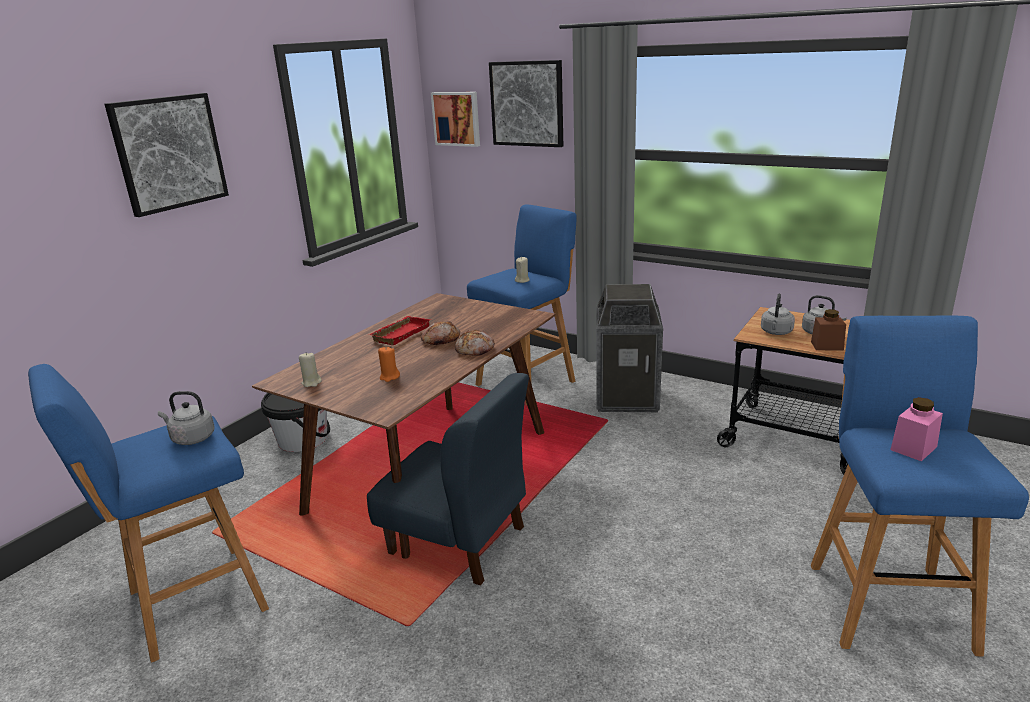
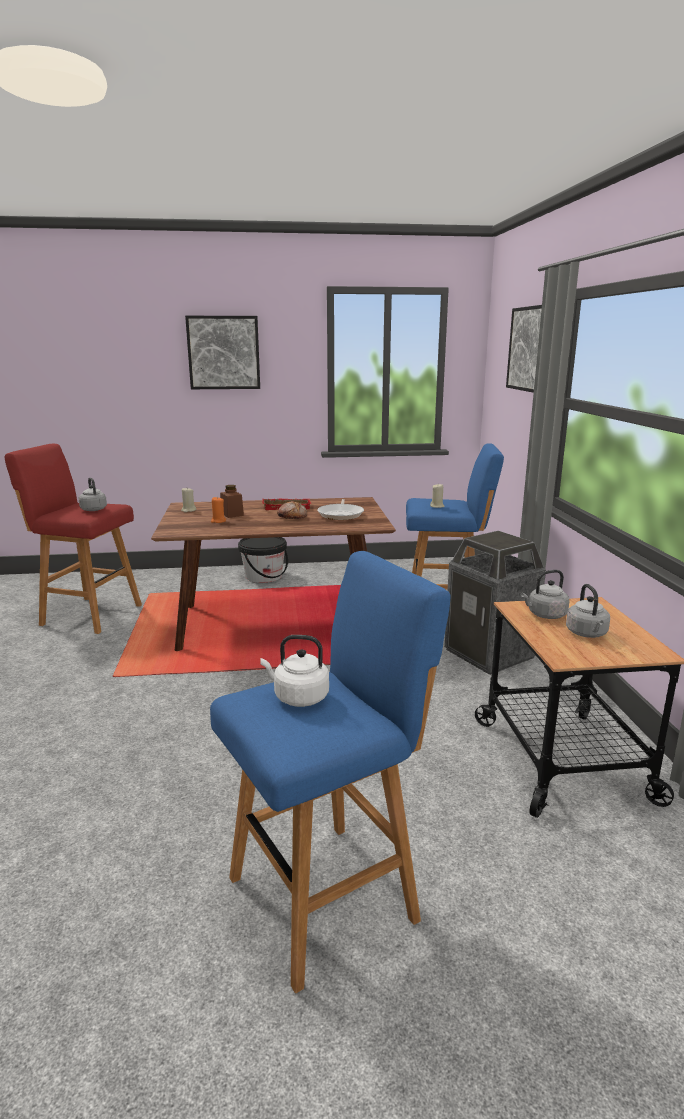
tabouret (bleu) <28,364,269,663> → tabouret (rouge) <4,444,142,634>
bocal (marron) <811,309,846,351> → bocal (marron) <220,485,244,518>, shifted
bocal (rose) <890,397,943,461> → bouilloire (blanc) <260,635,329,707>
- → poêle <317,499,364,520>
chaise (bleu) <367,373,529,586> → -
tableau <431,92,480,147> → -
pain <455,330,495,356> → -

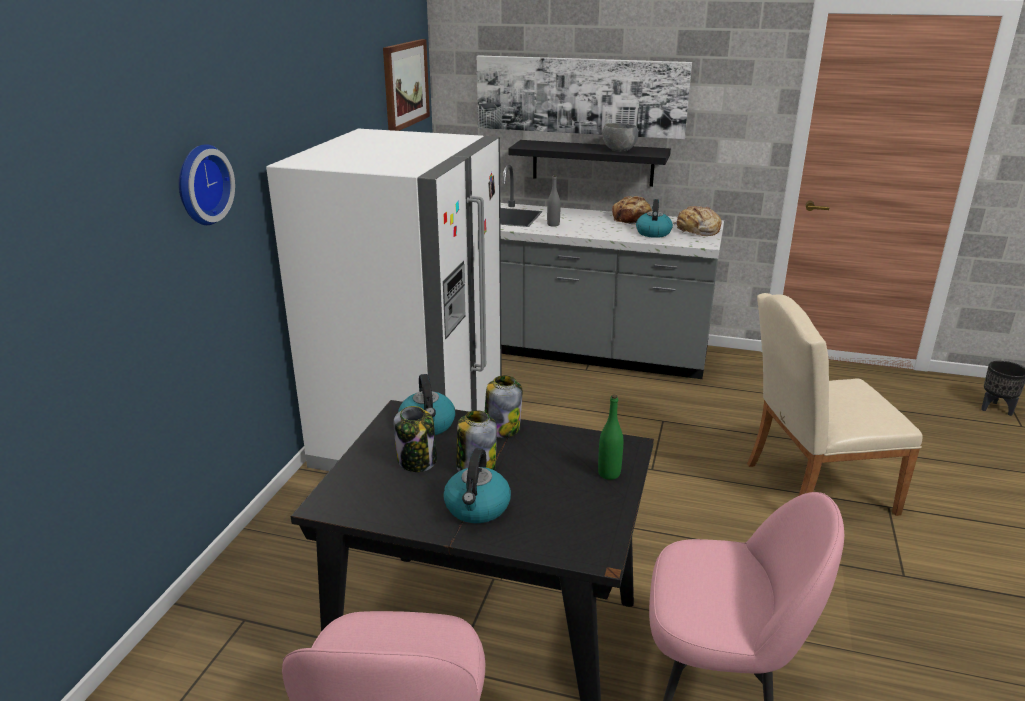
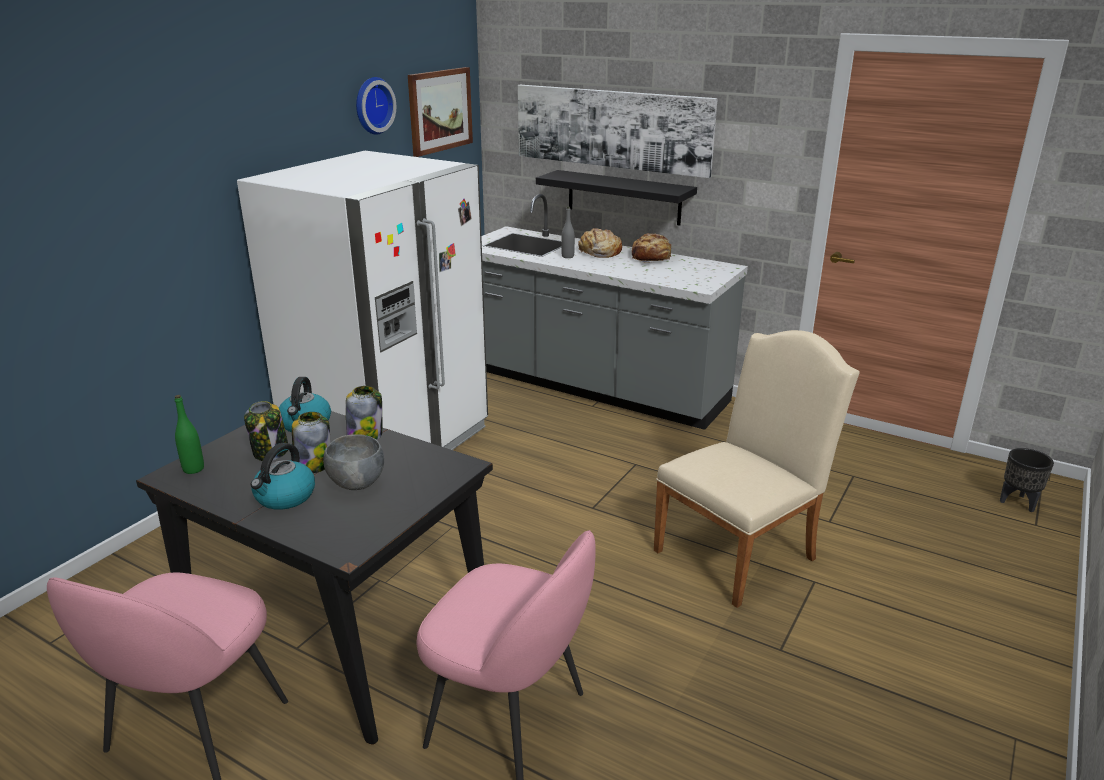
bouteille (vert) <598,394,623,480> → bouteille (vert) <175,395,204,474>, shifted
bol (gris) <602,123,638,152> → bol (gris) <323,434,384,490>, shifted
horloge murale <179,144,235,225> → horloge murale <356,77,396,135>, shifted
pain <673,206,721,236> → pain <578,228,622,258>, shifted
chaise (beige) <747,293,923,516> → chaise (beige) <654,330,860,608>, 135 degrees clockwise
bouilloire <636,199,673,238> → -

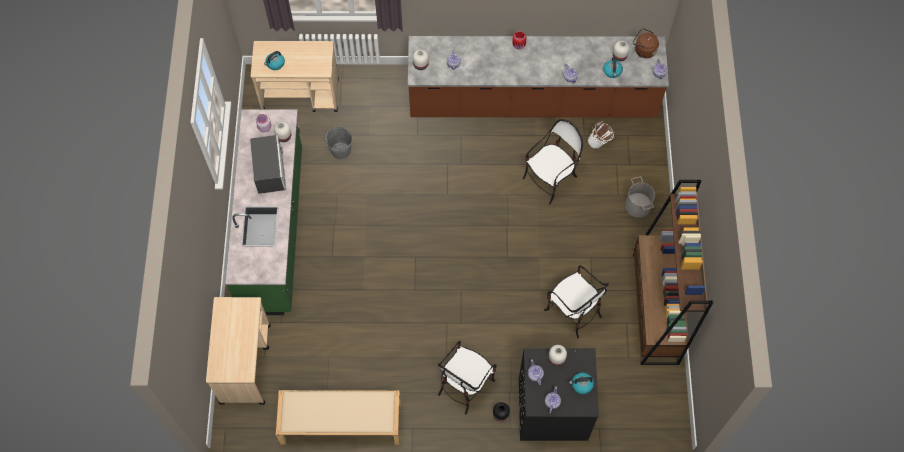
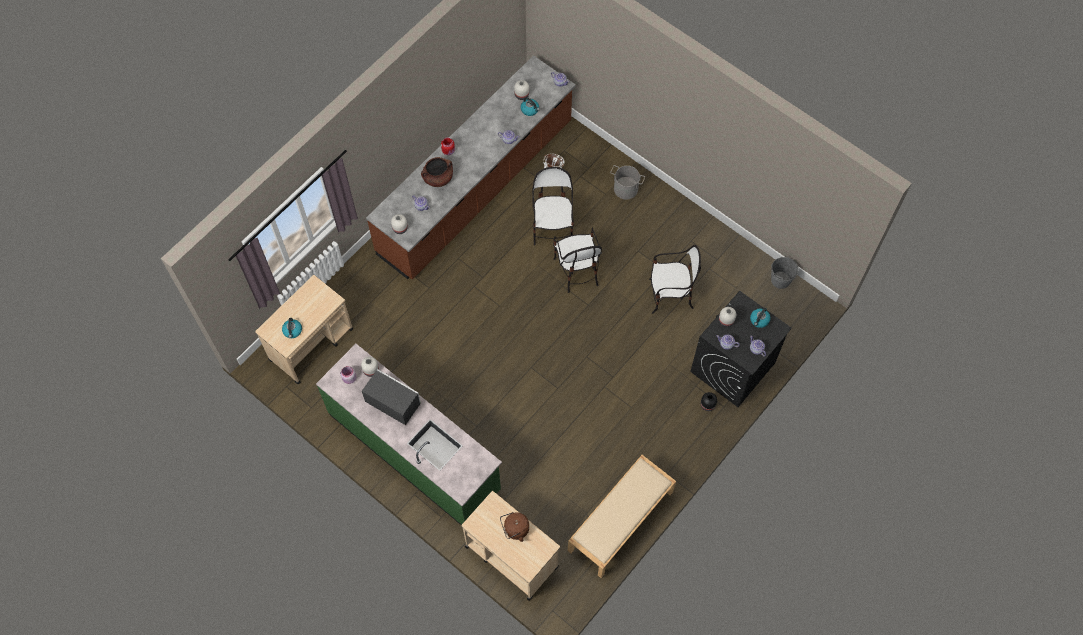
- → marmite (marron) <421,157,453,187>
bouilloire (marron) <633,28,659,58> → bouilloire (marron) <500,512,529,542>, shifted
chaise <438,341,497,414> → chaise <553,228,602,293>, shifted
seau (gris) <325,127,352,159> → seau (gris) <771,257,798,289>, shifted
bibliothèque (marron) <633,180,713,365> → -

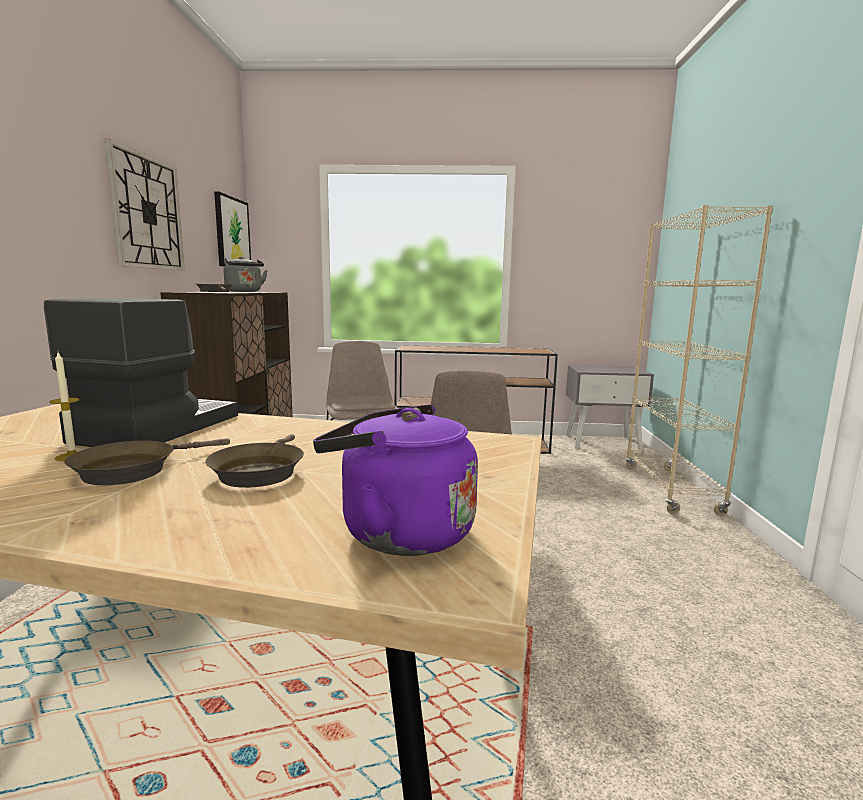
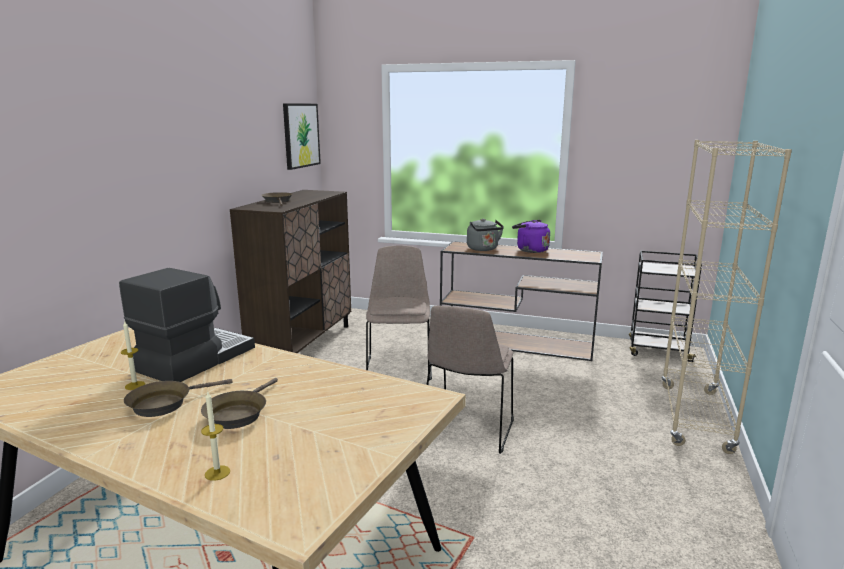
- → bougie <201,392,230,481>
bouilloire (gris) <224,256,268,292> → bouilloire (gris) <467,219,504,251>, shifted
bouilloire (violet) <313,404,478,556> → bouilloire (violet) <512,220,550,253>, shifted
table de chevet (gris) <566,365,654,451> → chariot (noir) <629,251,702,362>
horloge murale <104,139,185,271> → -

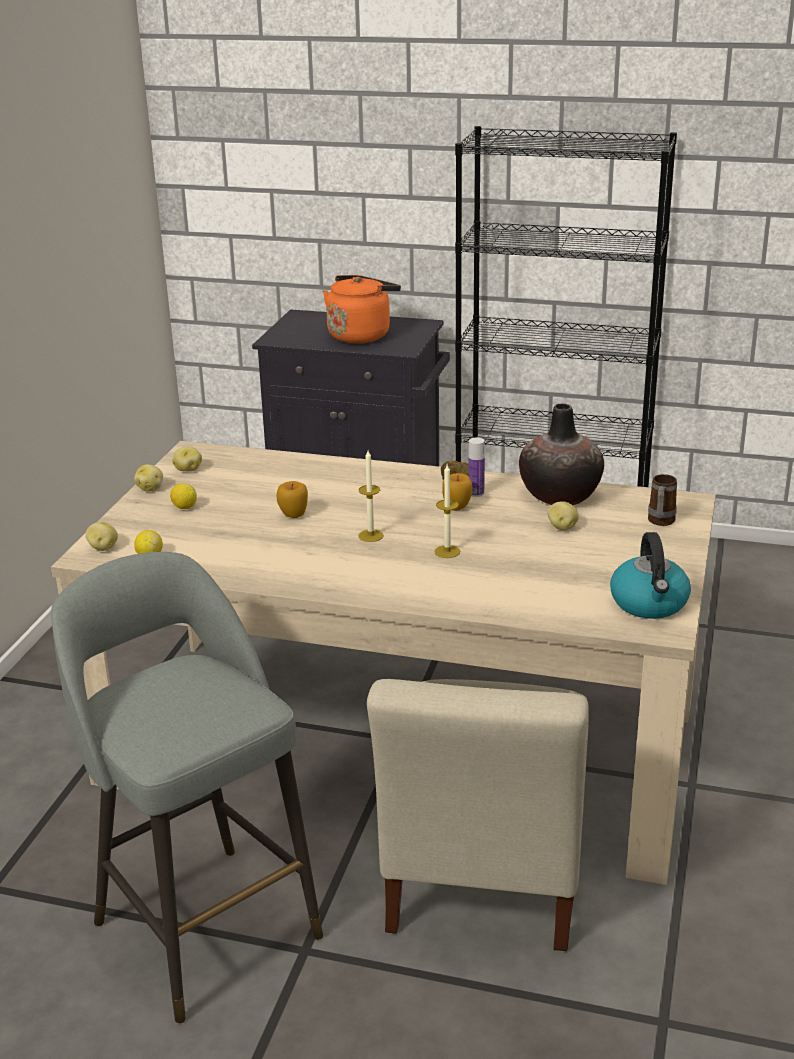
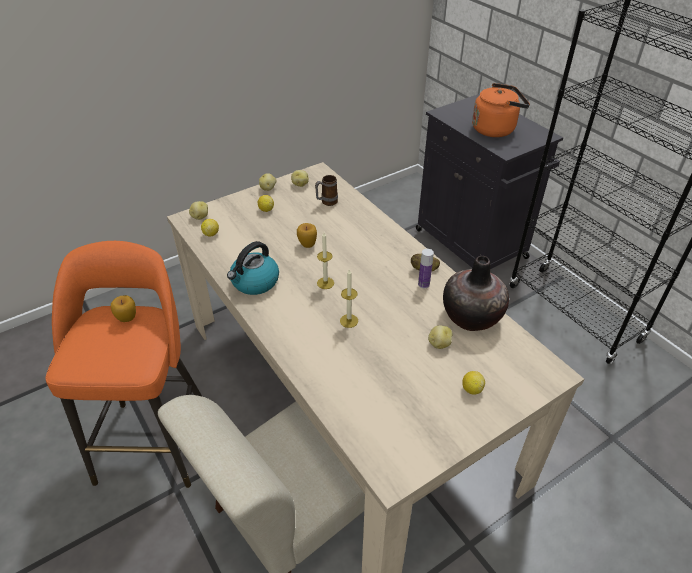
tabouret (gris) <51,552,323,1023> → tabouret (orange) <46,241,202,488>
pomme <442,473,473,511> → pomme <110,295,136,322>, shifted
bouilloire <610,532,691,619> → bouilloire <227,241,279,295>, shifted
mug <648,474,677,526> → mug <315,175,338,206>, shifted
- → citron <463,371,485,395>

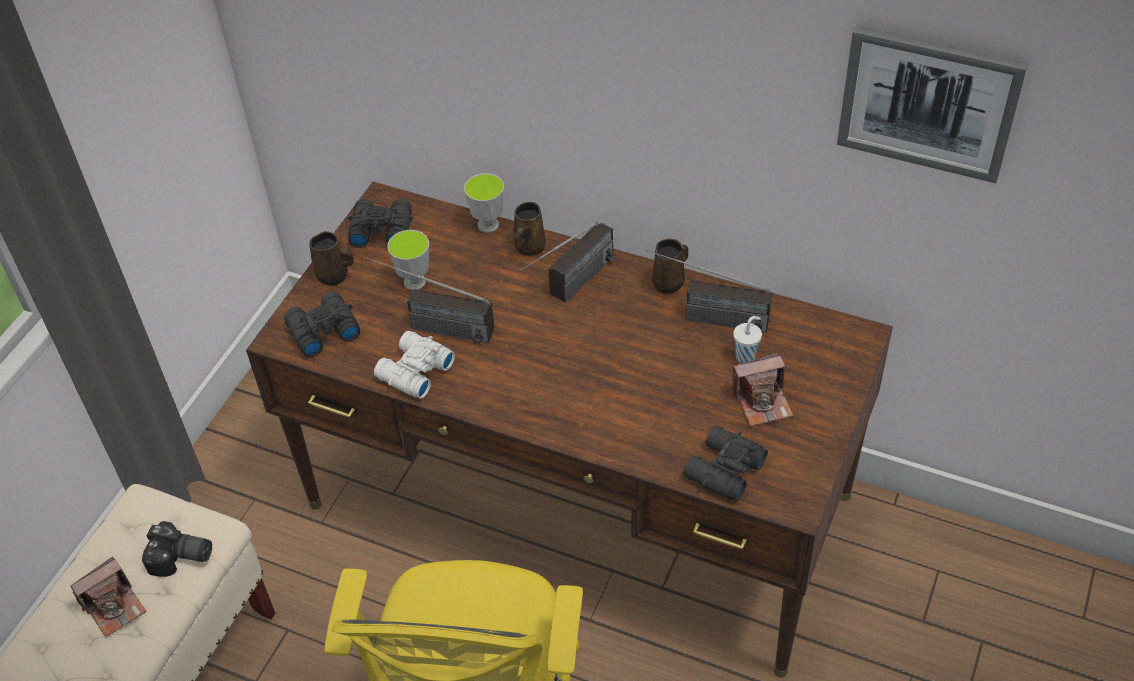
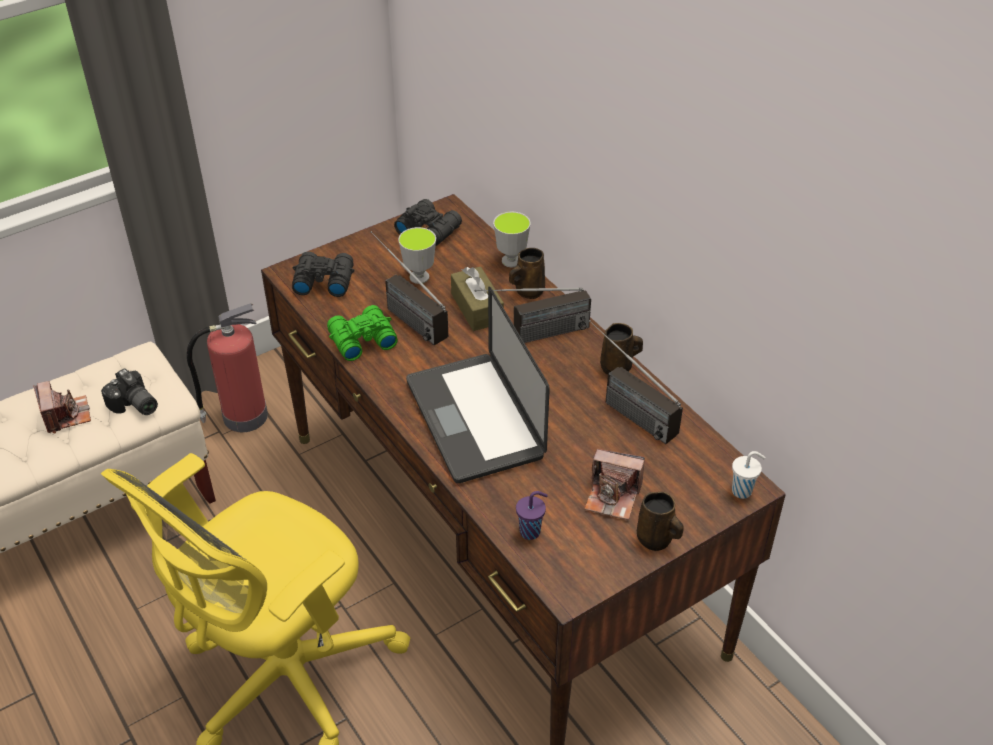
appareil photo <70,557,146,637> → appareil photo <33,381,91,433>, 105 degrees counterclockwise
- → extincteur <187,303,268,432>
jumelles (blanc) <374,331,455,399> → jumelles (vert) <327,305,398,361>
- → ordinateur portable <406,287,550,483>
- → boîte à mouchoirs (marron) <451,266,504,331>
jumelles (noir) <683,425,768,502> → tasse (violet) <516,491,548,540>
mug (marron) <310,231,354,285> → mug (marron) <637,492,684,551>, shifted
tasse (blanc) <733,316,762,363> → tasse (blanc) <732,451,766,499>, shifted
tableau <837,25,1028,183> → -

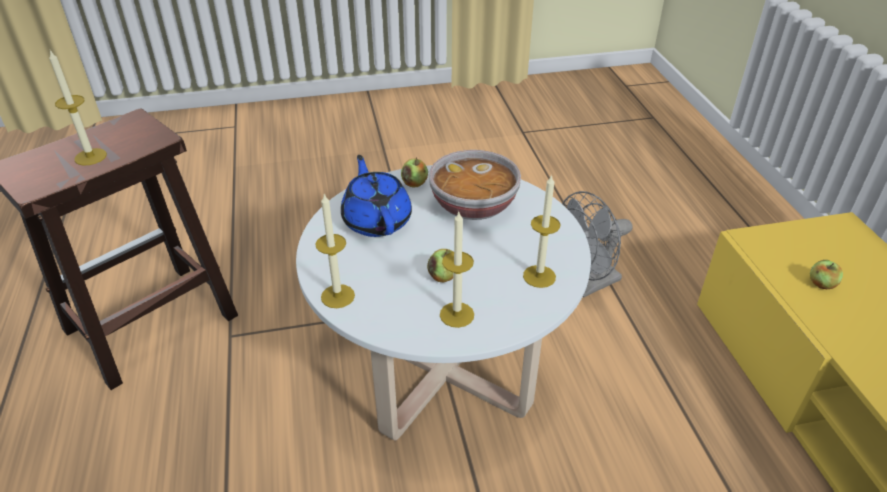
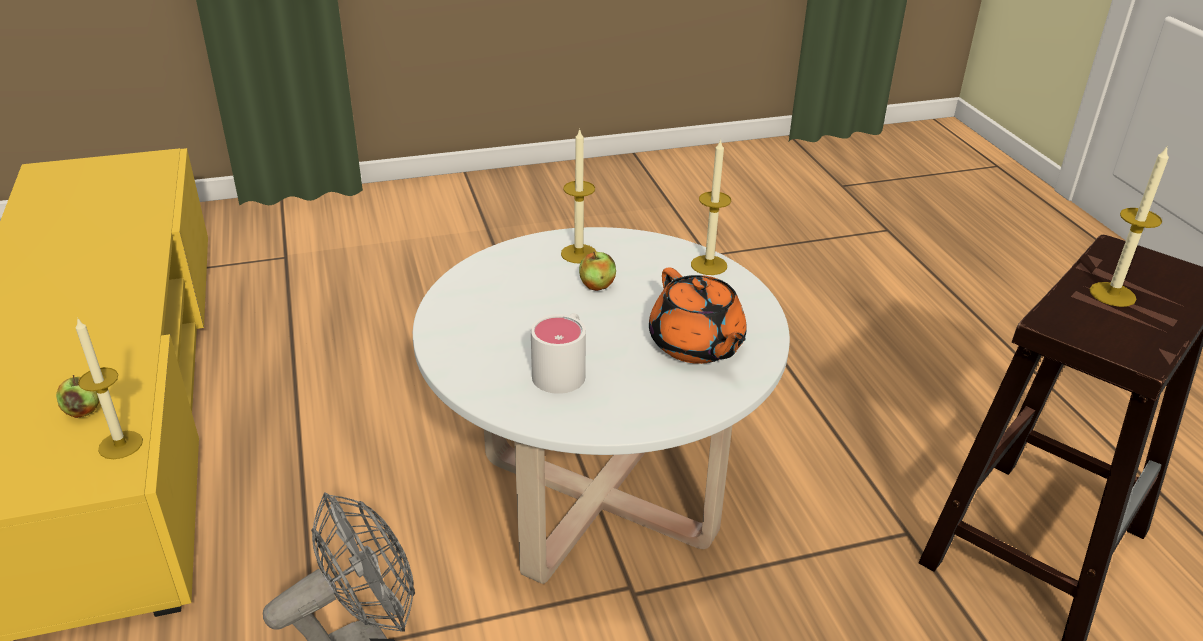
bougie <523,174,560,288> → bougie <76,317,143,459>, shifted
bol <429,150,521,220> → mug (blanc) <531,313,586,394>
théière (bleu) <341,155,412,237> → théière (orange) <649,267,747,364>
pomme <401,157,428,187> → -

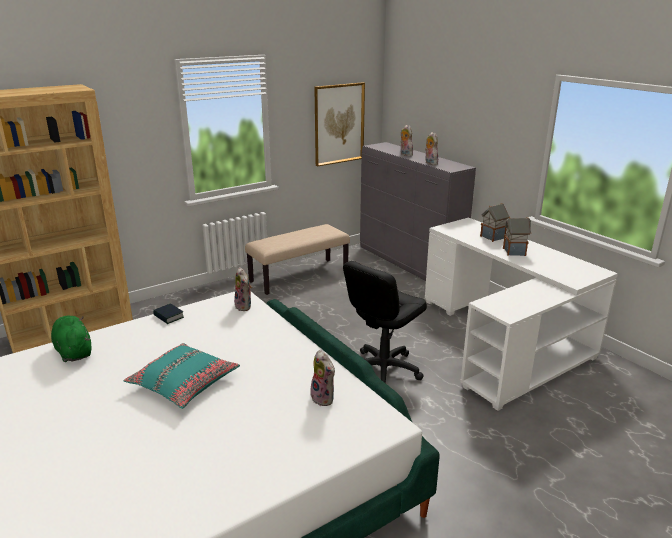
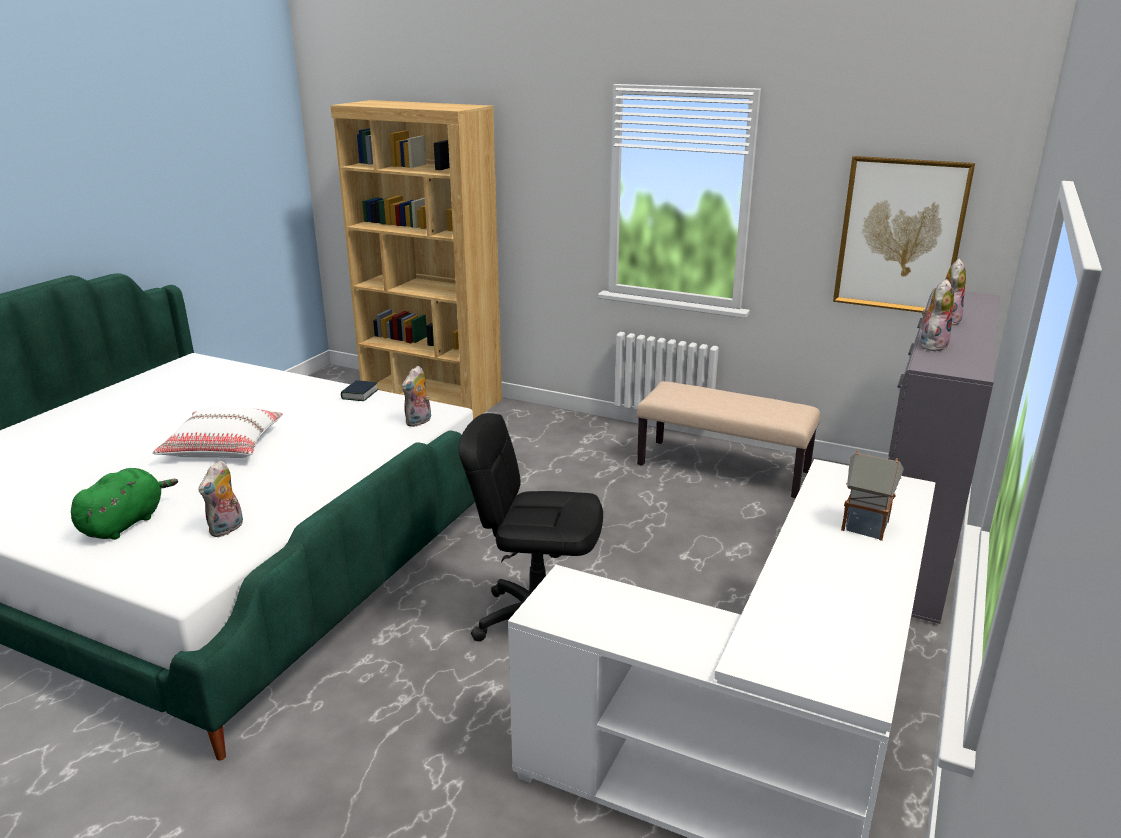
peluche (vert) <51,316,92,362> → peluche (vert) <71,468,178,540>, shifted
coussin (turquoise) <123,343,240,409> → coussin (blanc) <152,408,283,458>
maison miniature <503,217,531,256> → -

